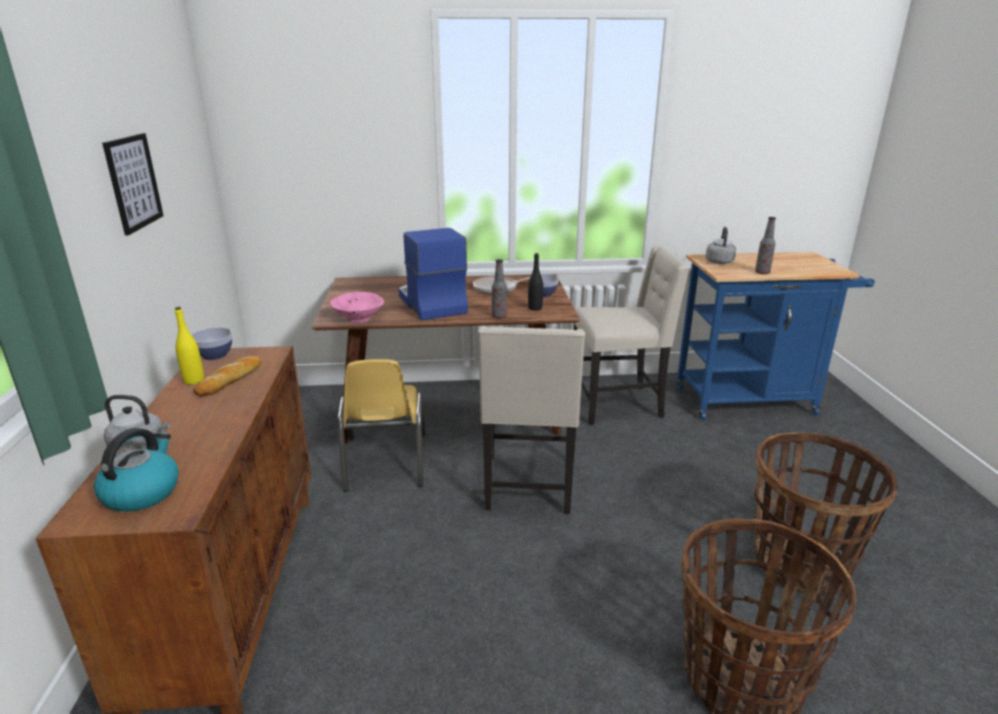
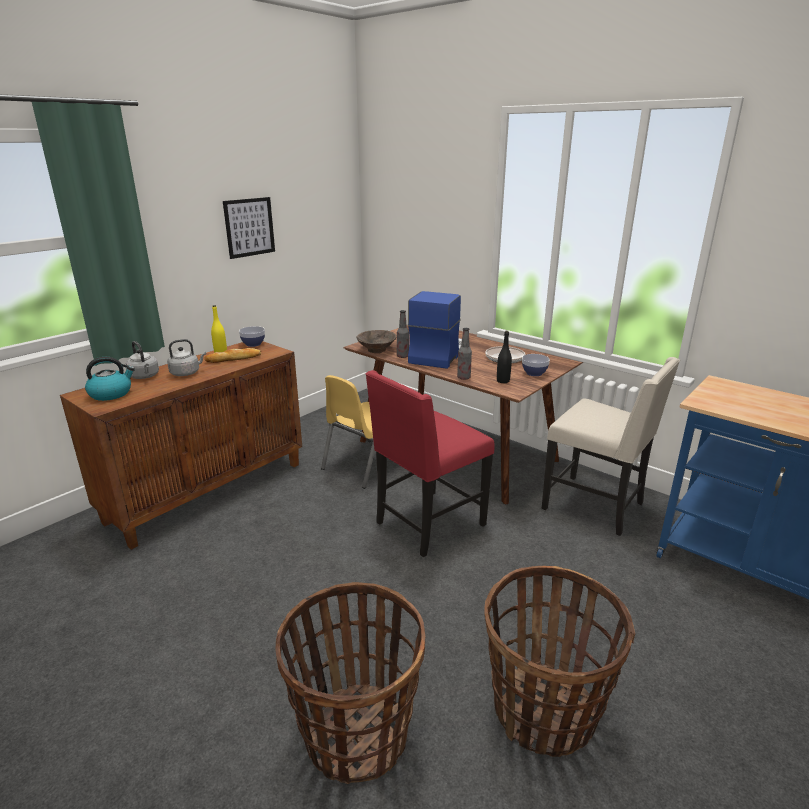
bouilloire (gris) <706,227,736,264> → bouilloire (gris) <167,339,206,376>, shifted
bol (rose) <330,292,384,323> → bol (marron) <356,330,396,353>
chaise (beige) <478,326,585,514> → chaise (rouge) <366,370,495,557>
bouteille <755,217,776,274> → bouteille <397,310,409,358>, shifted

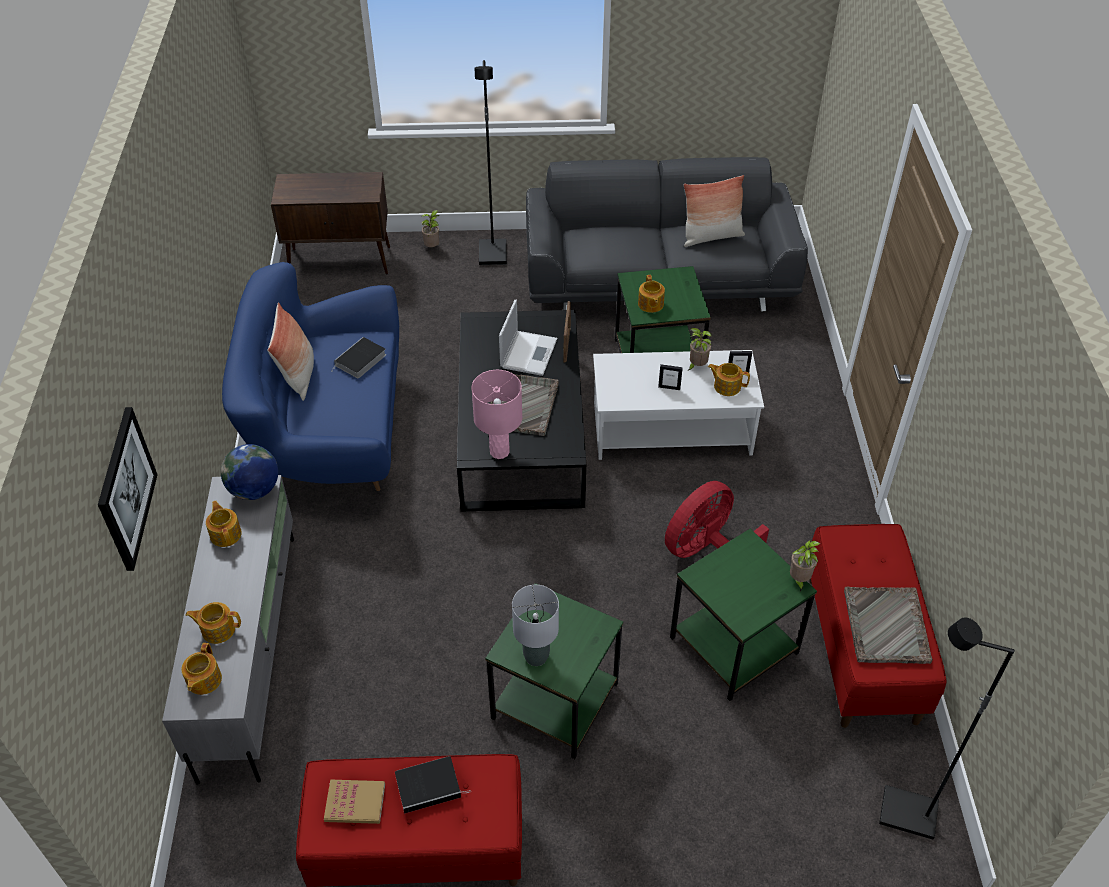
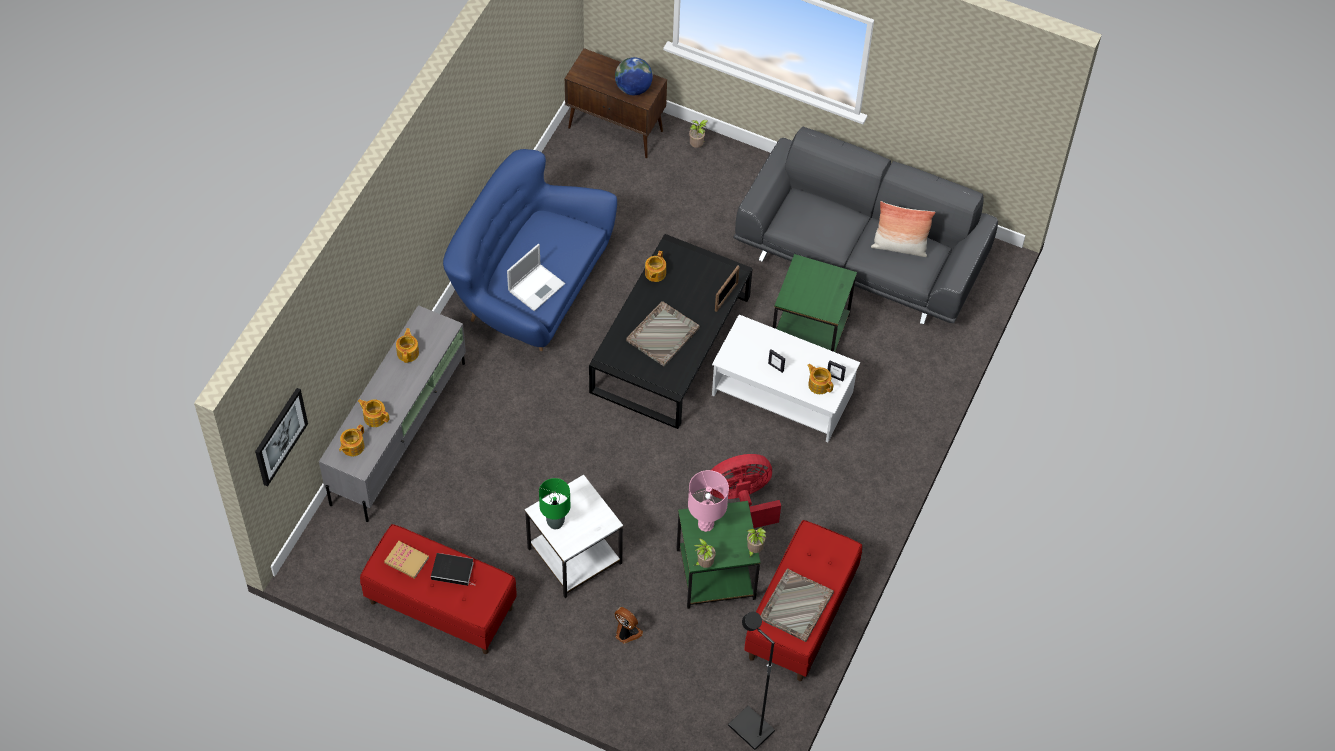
tableau <98,407,158,571> → tableau <255,388,308,487>, shifted
ordinateur portable <499,300,557,376> → ordinateur portable <507,244,565,311>, shifted
table d'appoint (vert) <485,583,623,759> → table d'appoint (blanc) <525,475,623,598>
lampe de table (gris) <512,585,559,666> → lampe de table (vert) <539,478,570,529>
- → ventilateur <614,607,643,644>
globe <221,444,278,500> → globe <615,57,653,95>, shifted
théière <638,275,665,313> → théière <645,251,666,282>, shifted
lampe de table (rose) <471,370,522,459> → lampe de table (rose) <688,470,729,532>, shifted
plante en pot <688,328,712,371> → plante en pot <693,538,716,568>, shifted
coussin <267,302,314,401> → -
livre <332,337,386,379> → -
lampadaire (noir) <475,60,507,265> → -

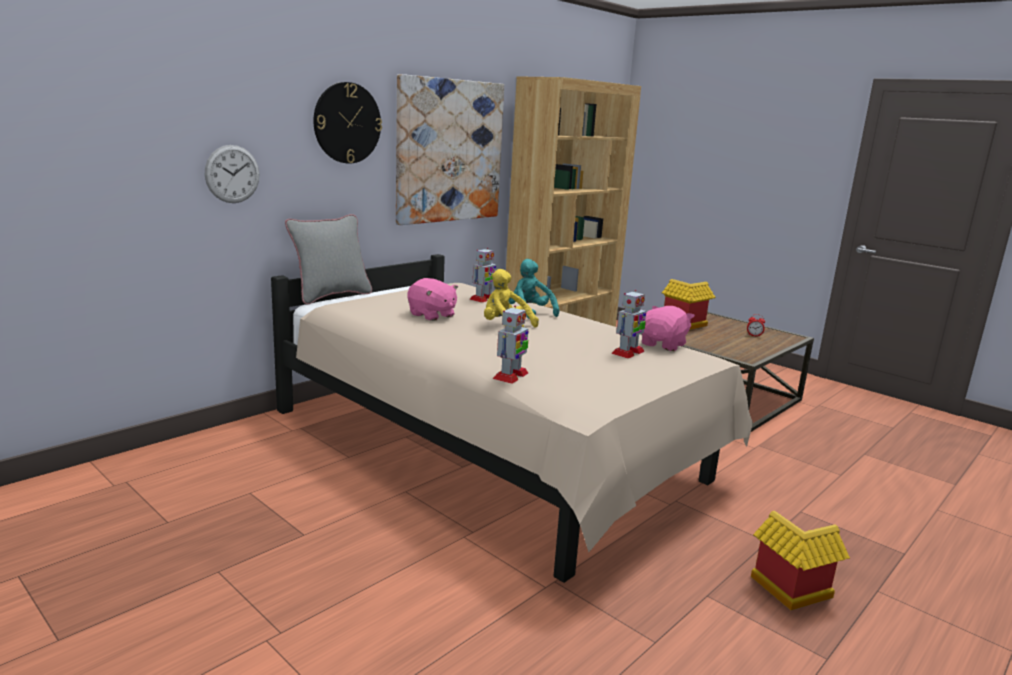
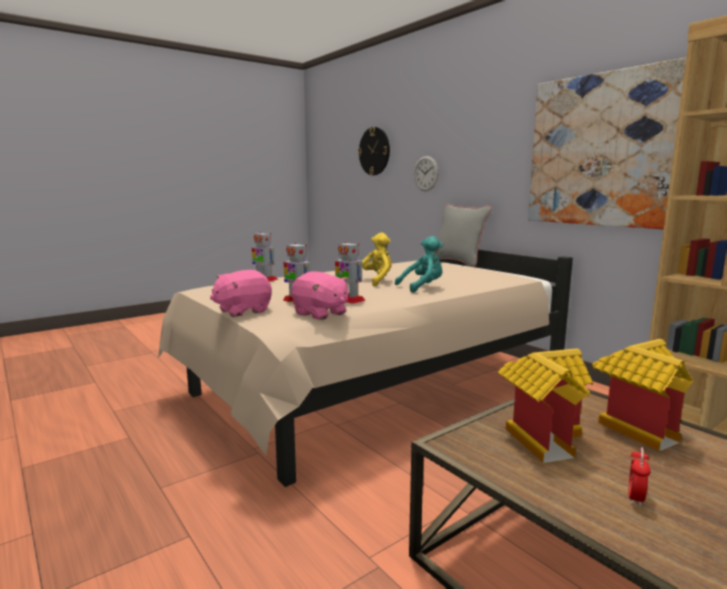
peluche (rose) <407,278,458,321> → peluche (rose) <210,270,272,317>, shifted
robot jouet <470,248,497,303> → robot jouet <335,242,366,304>, shifted
horloge murale <313,82,382,164> → horloge murale <358,127,390,175>, shifted
maison miniature <751,511,850,610> → maison miniature <498,348,593,463>, shifted

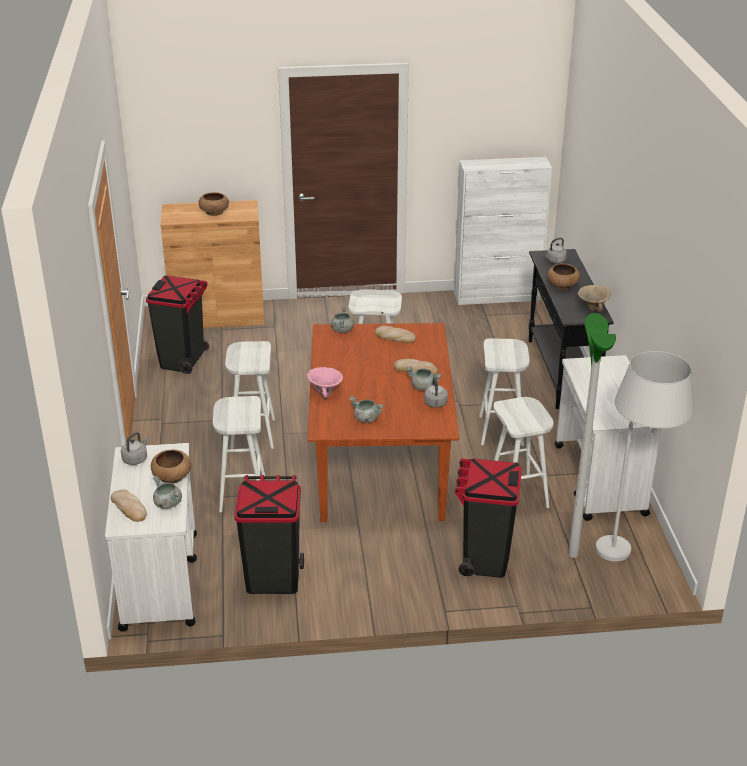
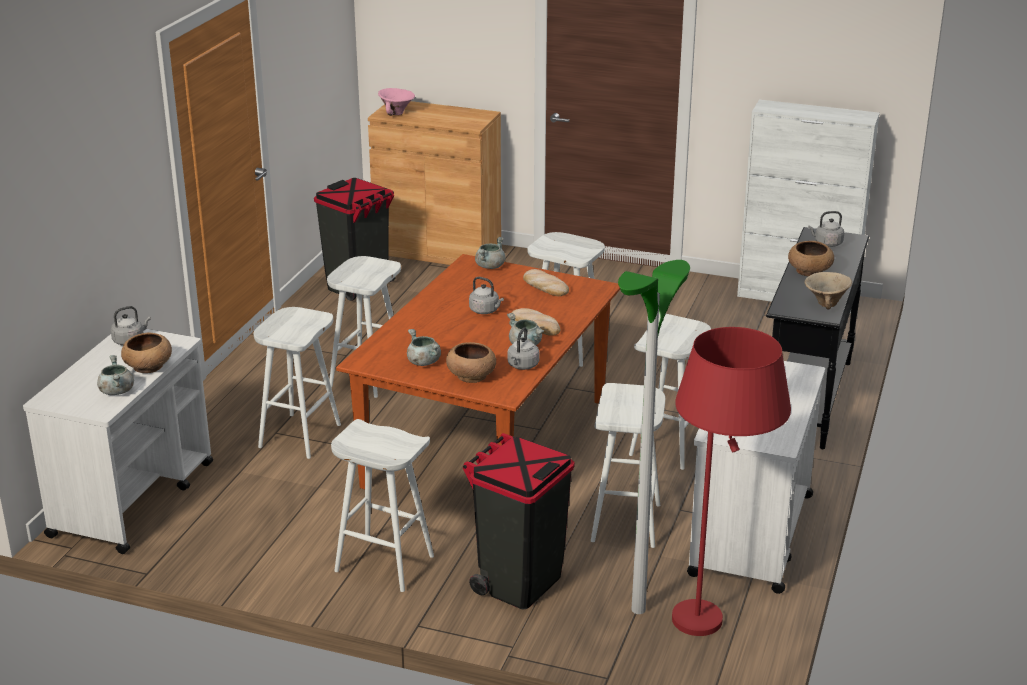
- → tabouret (blanc) <331,419,434,592>
bol (rose) <307,367,343,399> → bol (rose) <378,88,415,116>, shifted
bol (marron) <199,192,229,216> → bol (marron) <446,342,496,383>, shifted
- → bouilloire (gris) <469,277,504,314>
lampadaire (blanc) <596,351,695,561> → lampadaire (rouge) <672,327,791,636>
pain <111,489,147,522> → -
poubelle (noir) <234,475,304,594> → -

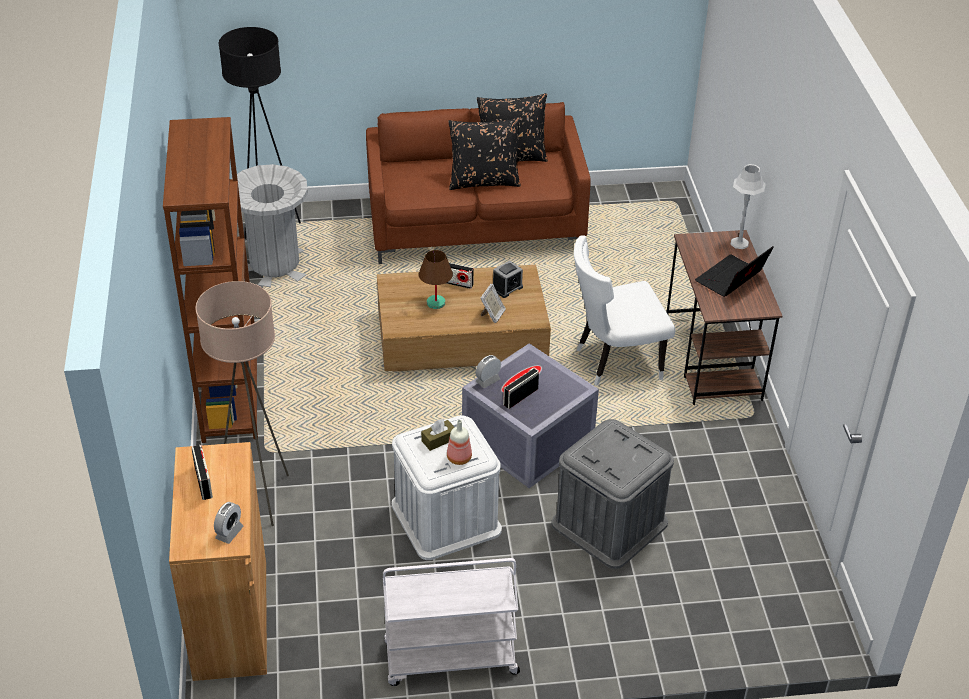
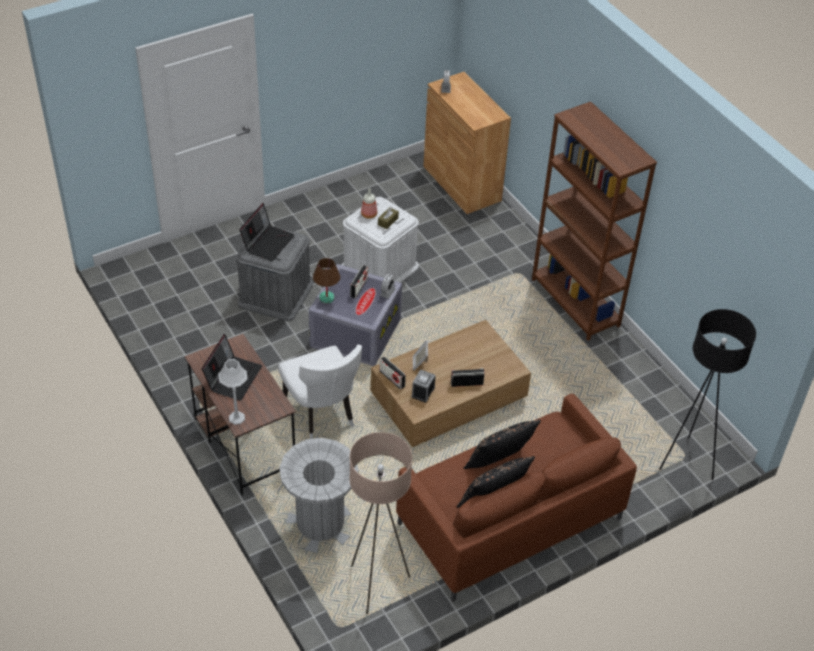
- → ordinateur portable <239,203,294,262>
chaise (blanc) <574,235,675,386> → chaise (blanc) <278,345,362,439>, 105 degrees clockwise
poubelle (gris) <231,164,308,287> → poubelle (gris) <280,438,358,553>, shifted
lampe de table (marron) <419,250,453,309> → lampe de table (marron) <313,258,340,303>, shifted
lampadaire (beige) <195,281,289,526> → lampadaire (beige) <349,432,412,614>, shifted
radio <192,445,213,500> → radio <379,356,406,390>, shifted
chariot (blanc) <383,558,520,686> → -

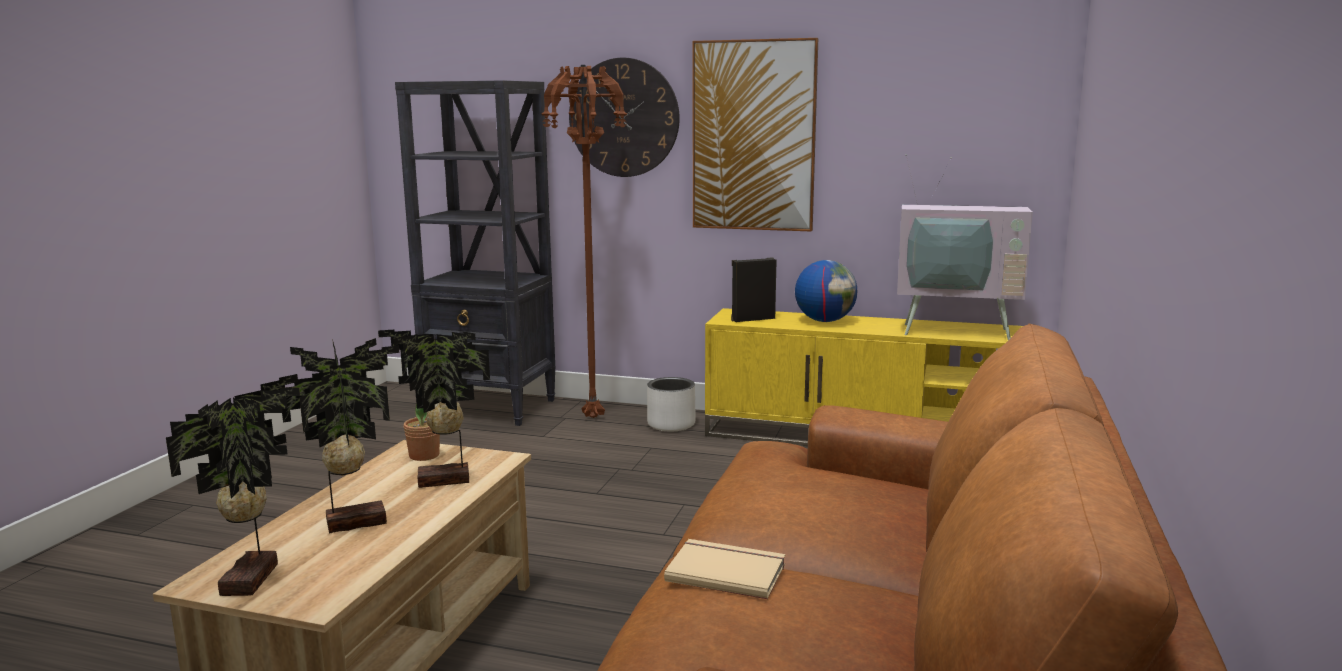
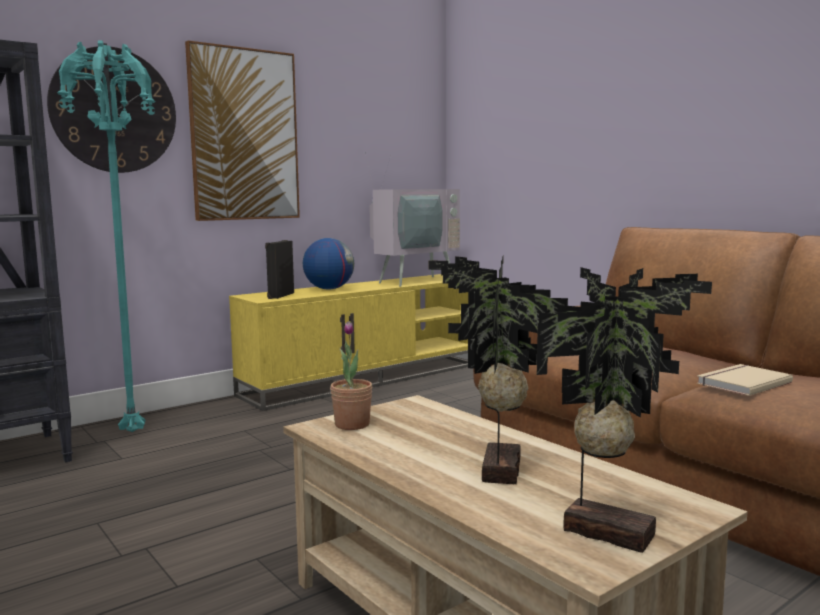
lampadaire (marron) <542,65,627,418> → lampadaire (turquoise) <57,41,155,432>
plante en pot <378,330,490,488> → -
cache-pot (blanc) <647,377,696,432> → -

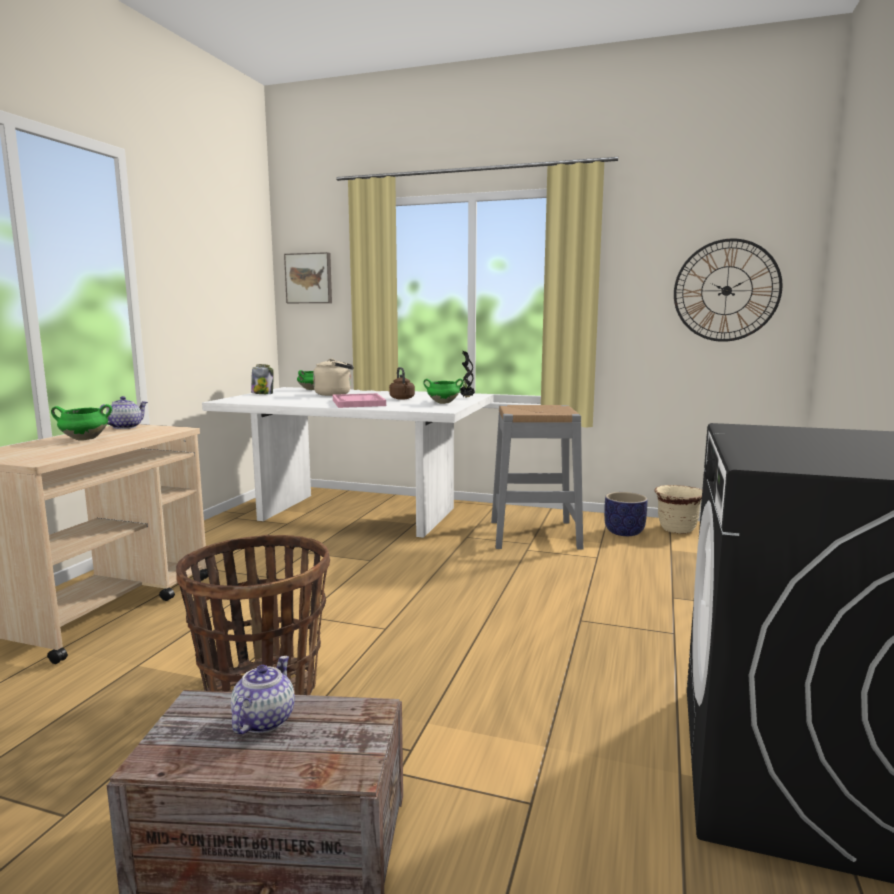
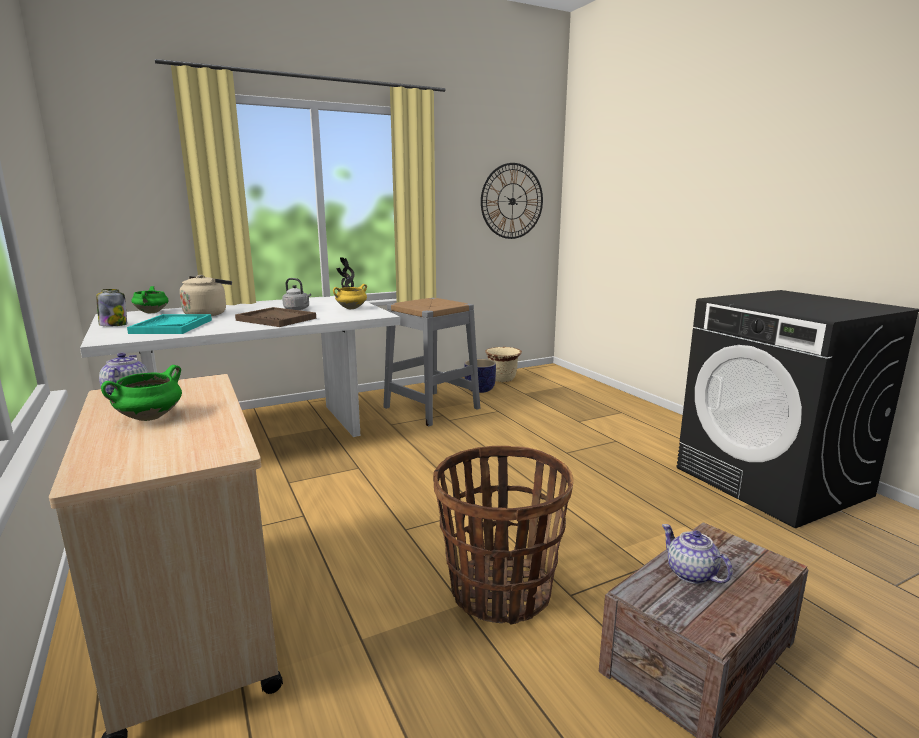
- → plateau (turquoise) <127,314,212,334>
plateau (rose) <333,393,386,408> → plateau (marron) <235,307,316,327>
bouilloire (marron) <389,367,415,400> → bouilloire (gris) <282,278,311,310>
marmite (vert) <423,379,463,404> → marmite (jaune) <333,284,367,309>
tableau <284,252,332,303> → -

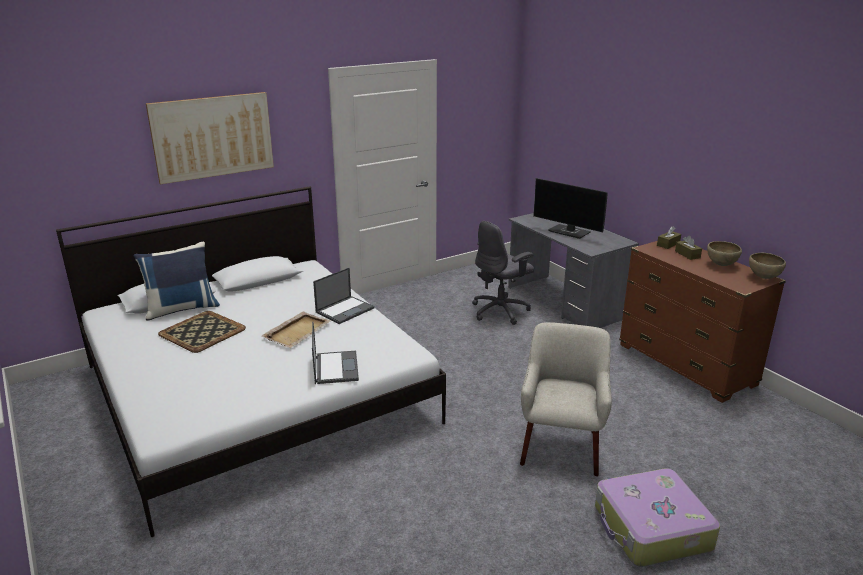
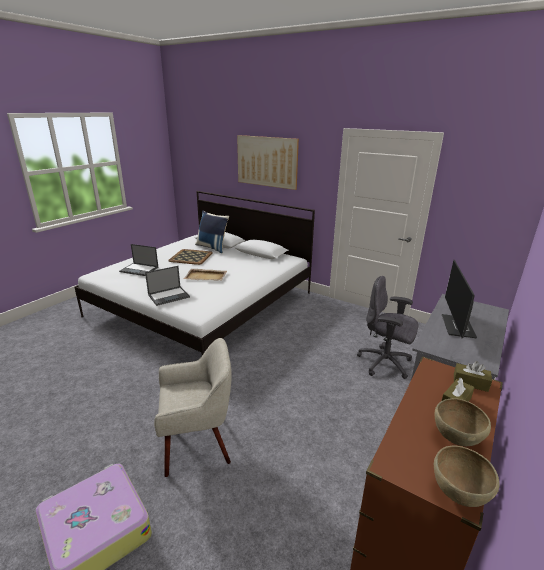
ordinateur portable <313,268,374,324> → ordinateur portable <119,244,159,276>, shifted

